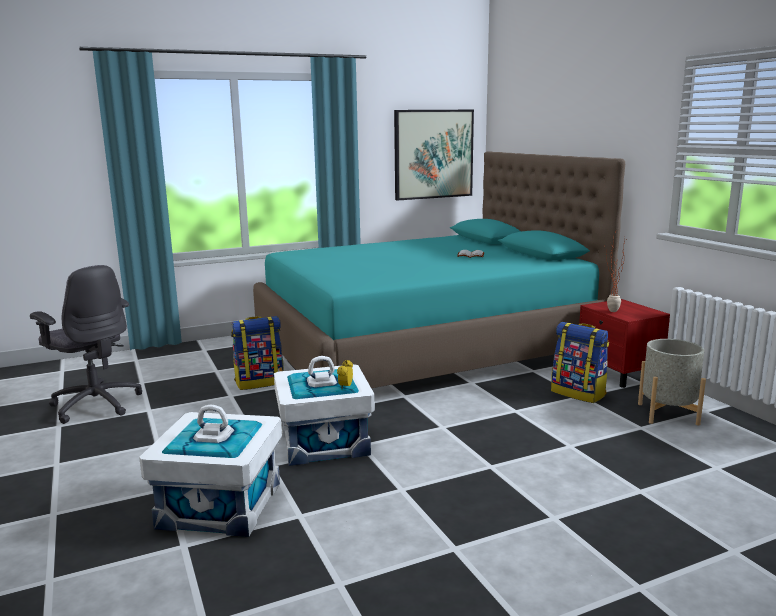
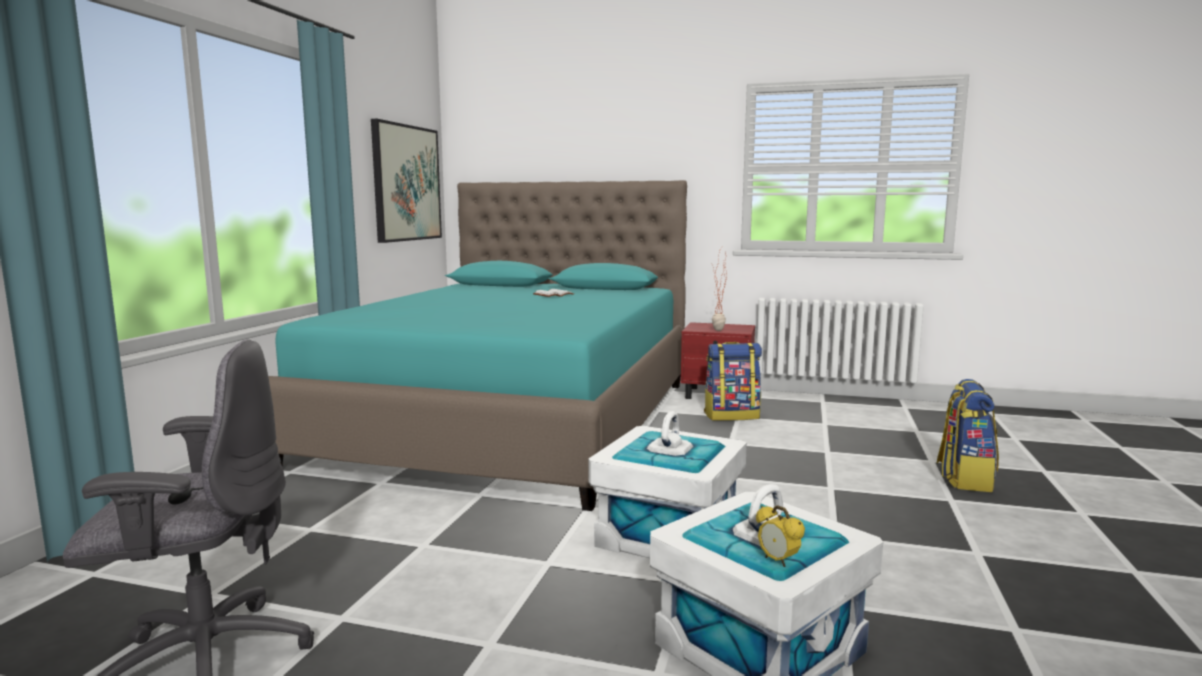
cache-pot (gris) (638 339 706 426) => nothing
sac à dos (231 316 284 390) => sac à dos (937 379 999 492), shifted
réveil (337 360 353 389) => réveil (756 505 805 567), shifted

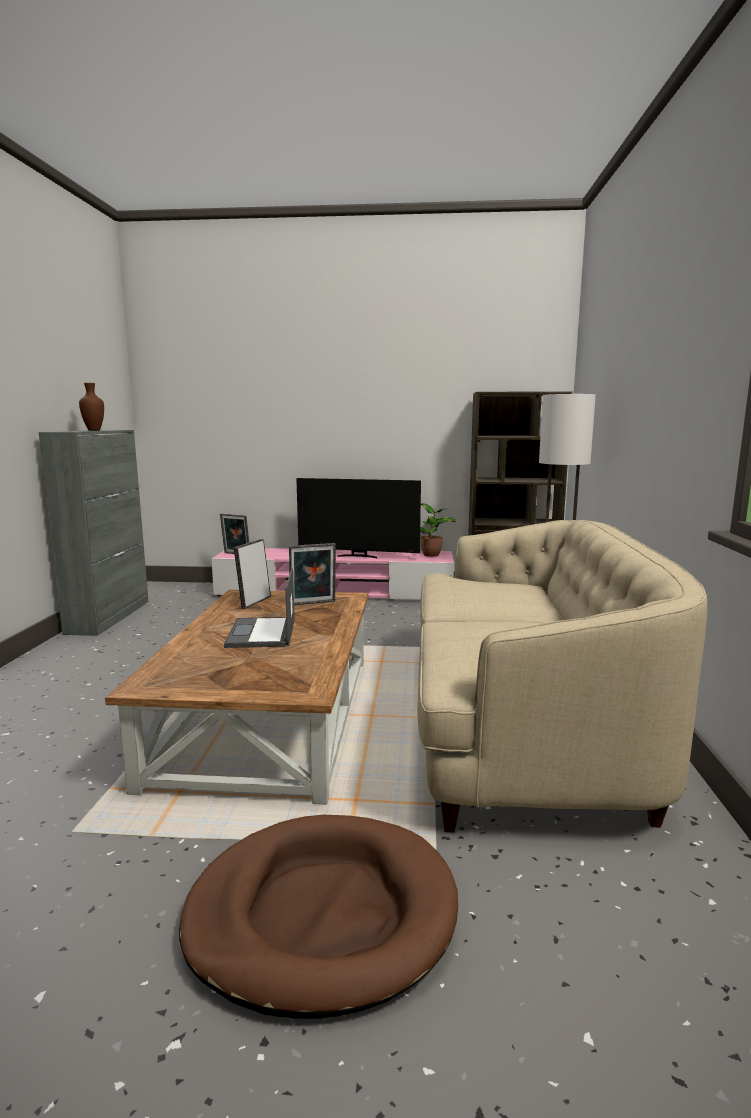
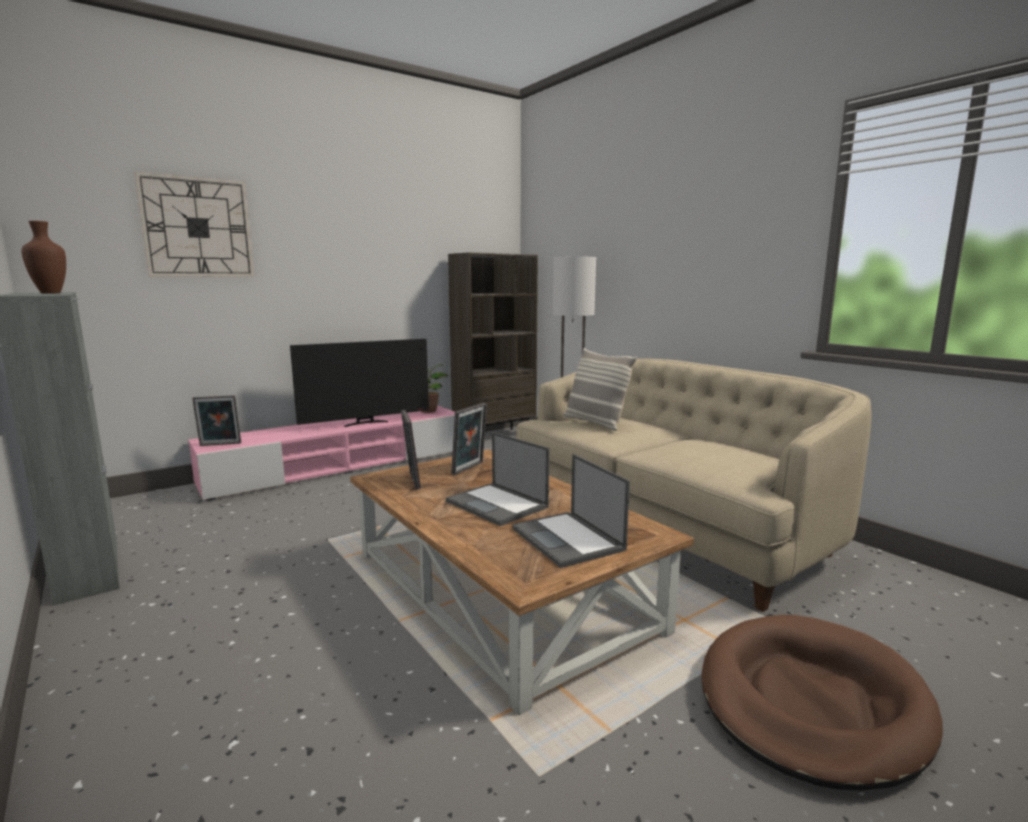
nothing => horloge murale (134 172 255 277)
nothing => ordinateur portable (512 454 630 568)
nothing => coussin (563 348 637 431)

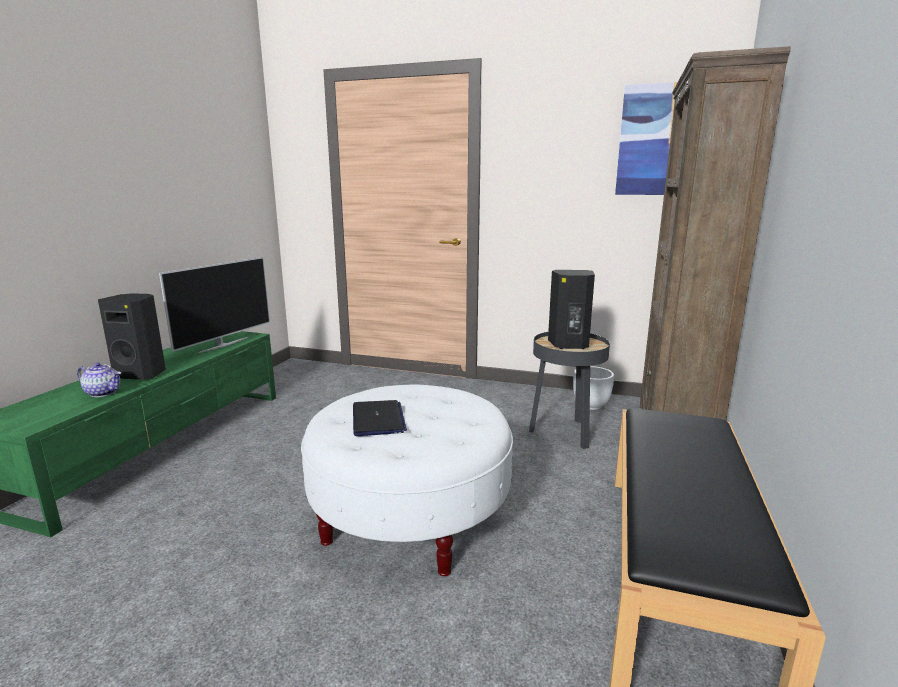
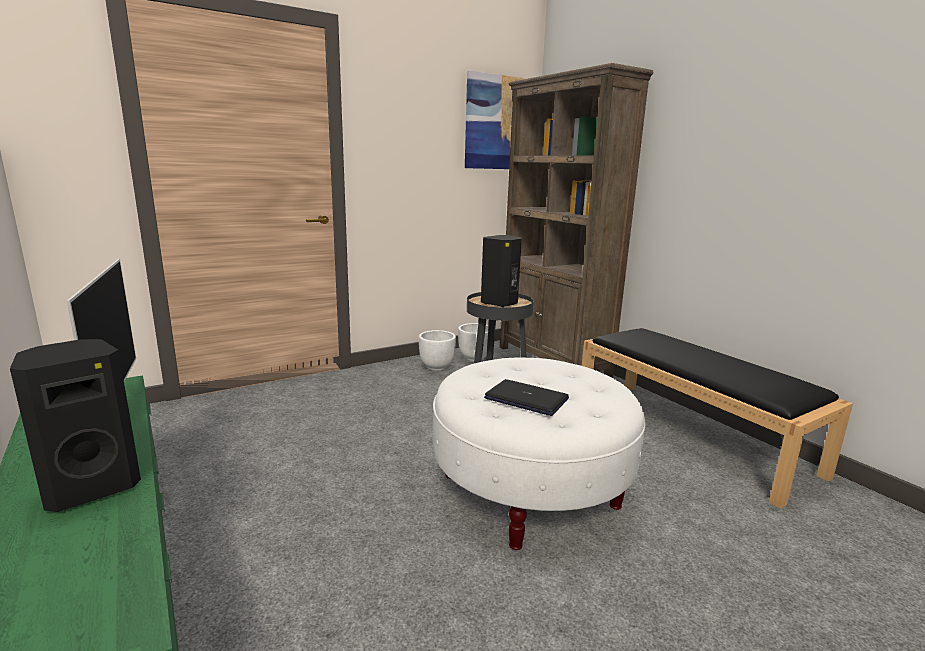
théière (77 362 121 397) => nothing
nothing => cache-pot (blanc) (419 330 456 371)

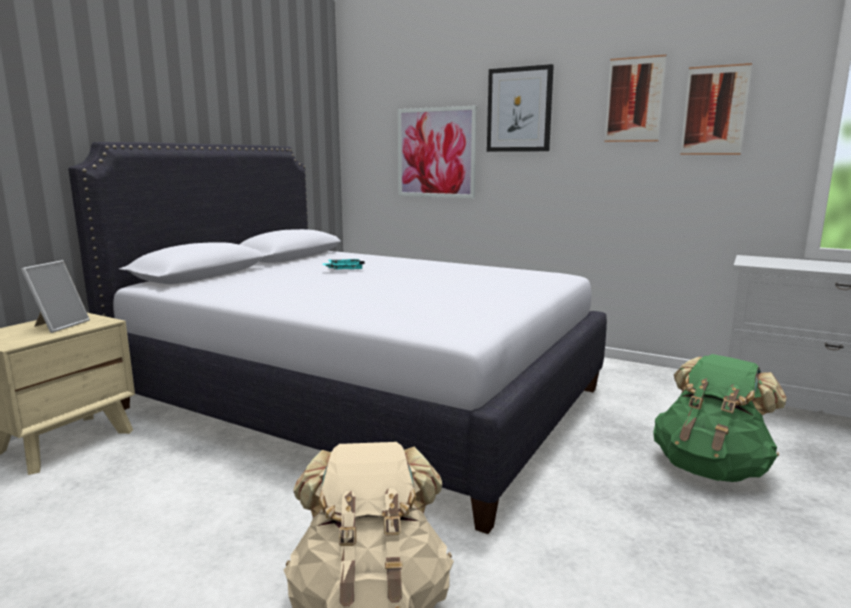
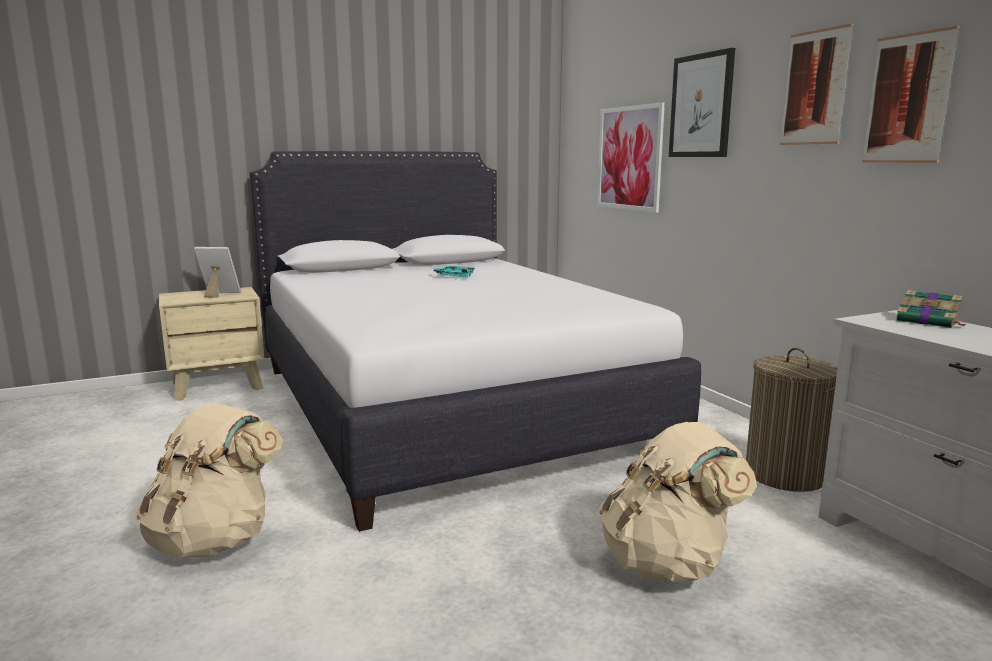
nothing => panier à linge (746 347 838 492)
nothing => livre (896 290 966 328)
sac à dos (vert) (653 354 787 482) => sac à dos (beige) (599 422 757 582)
cadre photo (21 260 90 333) => cadre photo (194 247 241 298), 135 degrees counterclockwise

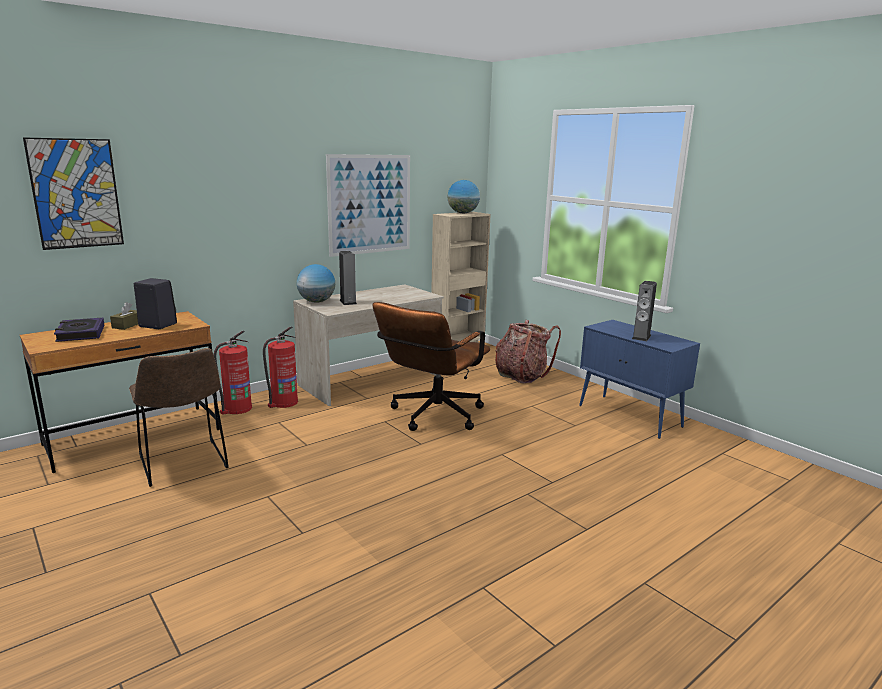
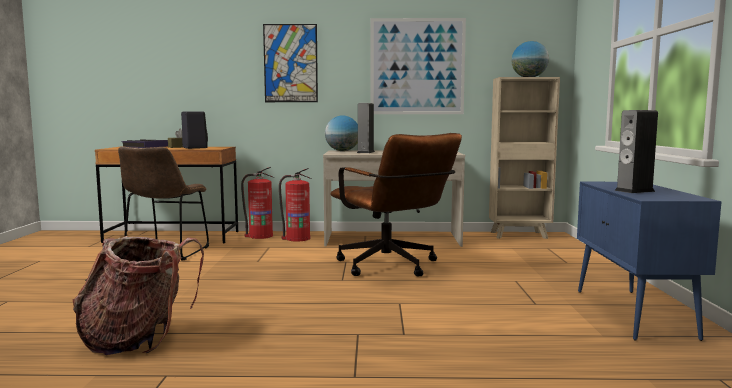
tableau (23 137 124 250) => tableau (263 24 318 102), shifted
sac à dos (495 320 561 383) => sac à dos (73 236 204 355), shifted
chaise de bureau (marron) (372 302 490 431) => chaise de bureau (marron) (330 133 462 277), 105 degrees counterclockwise

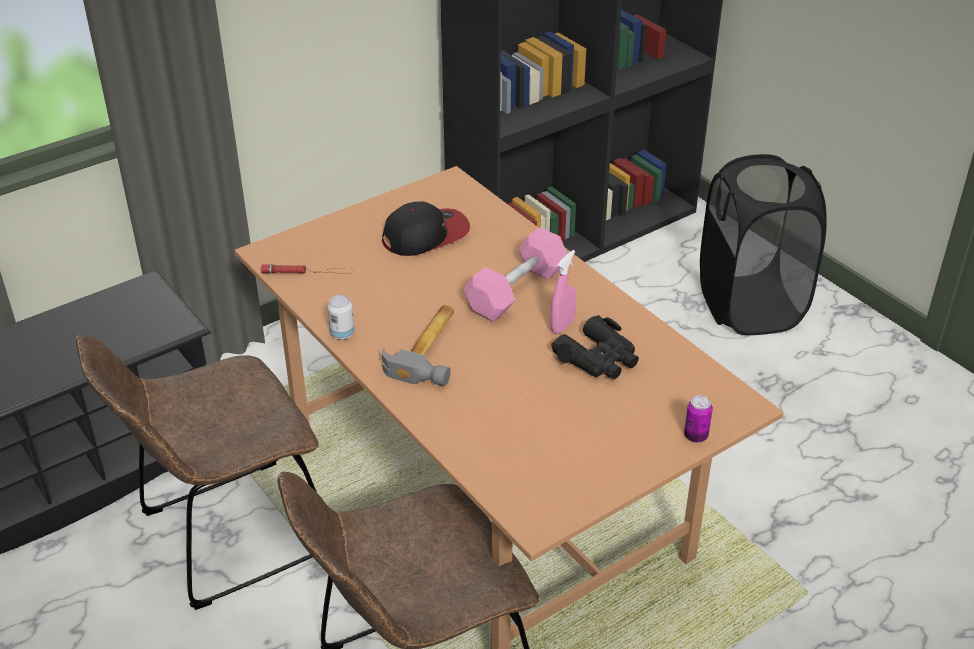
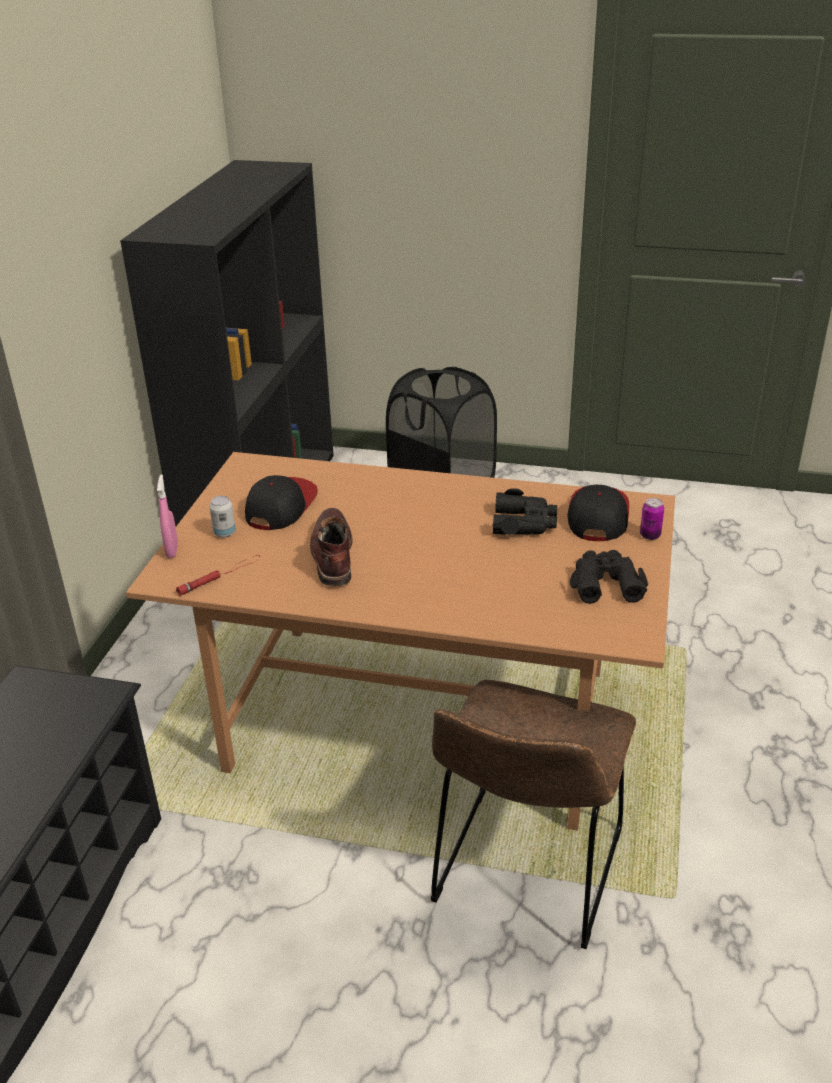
chaise (marron) (76 335 319 610) => nothing
marteau (382 305 454 386) => nothing
haltère (rose) (463 227 567 322) => nothing
nothing => botte (marron) (310 508 352 586)
nothing => casquette (568 485 629 541)
nothing => jumelles (noir) (570 550 648 604)
boîte métallique (328 295 355 340) => boîte métallique (209 496 236 538), shifted
vaporisateur (rose) (550 250 576 334) => vaporisateur (rose) (157 474 178 558), shifted

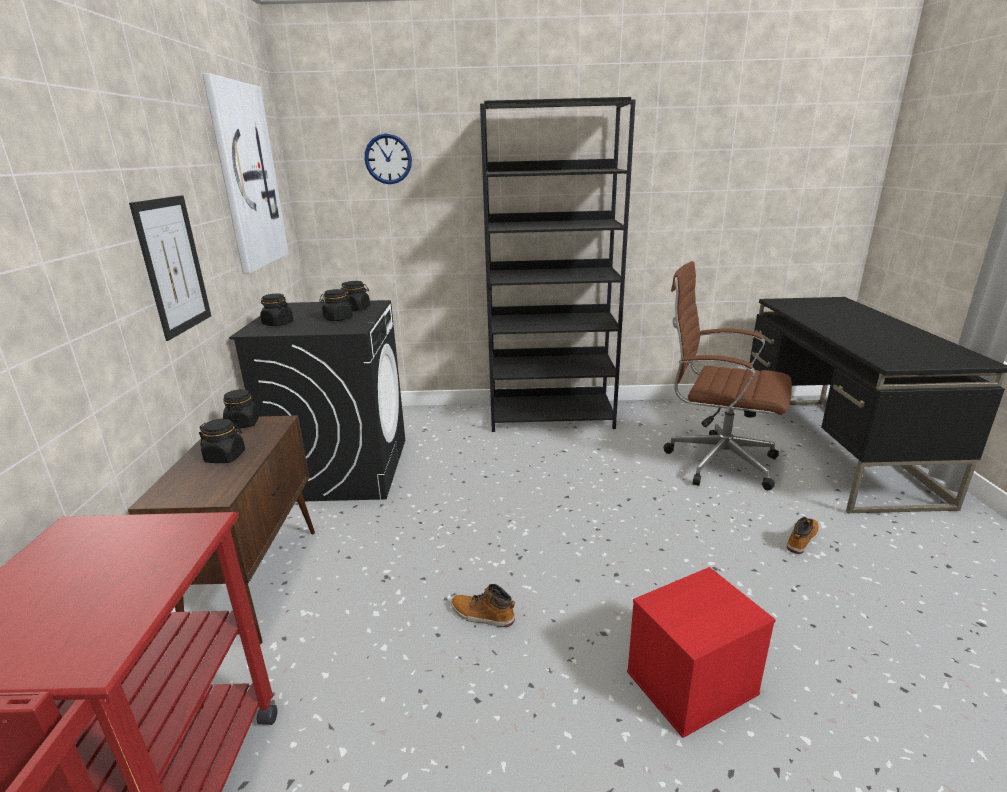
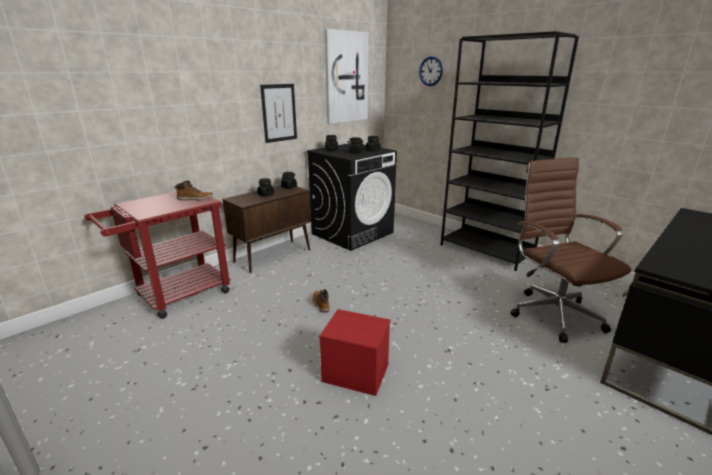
botte (787 517 819 554) => botte (175 181 213 200), shifted

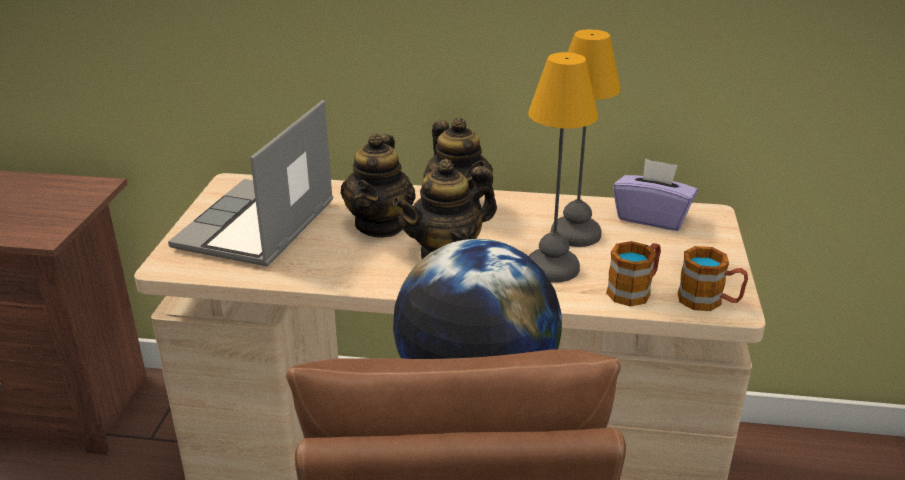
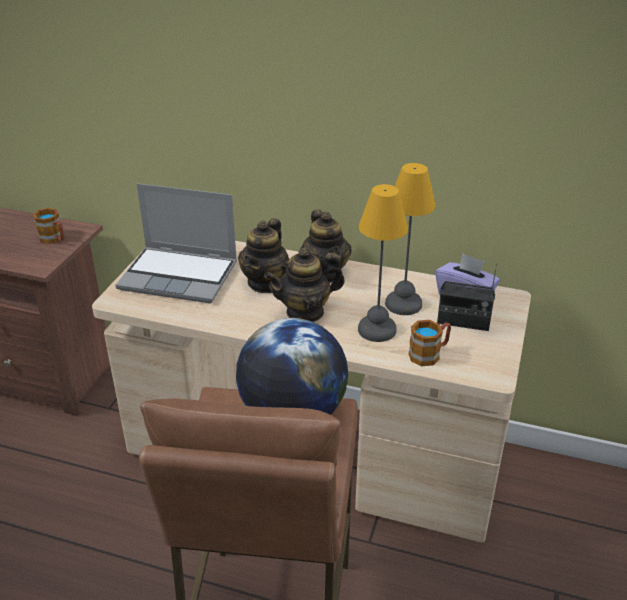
nothing => radio (437 264 497 331)
mug (678 246 748 311) => mug (33 208 64 244), shifted
ordinateur portable (168 100 333 267) => ordinateur portable (116 183 237 303), 105 degrees counterclockwise

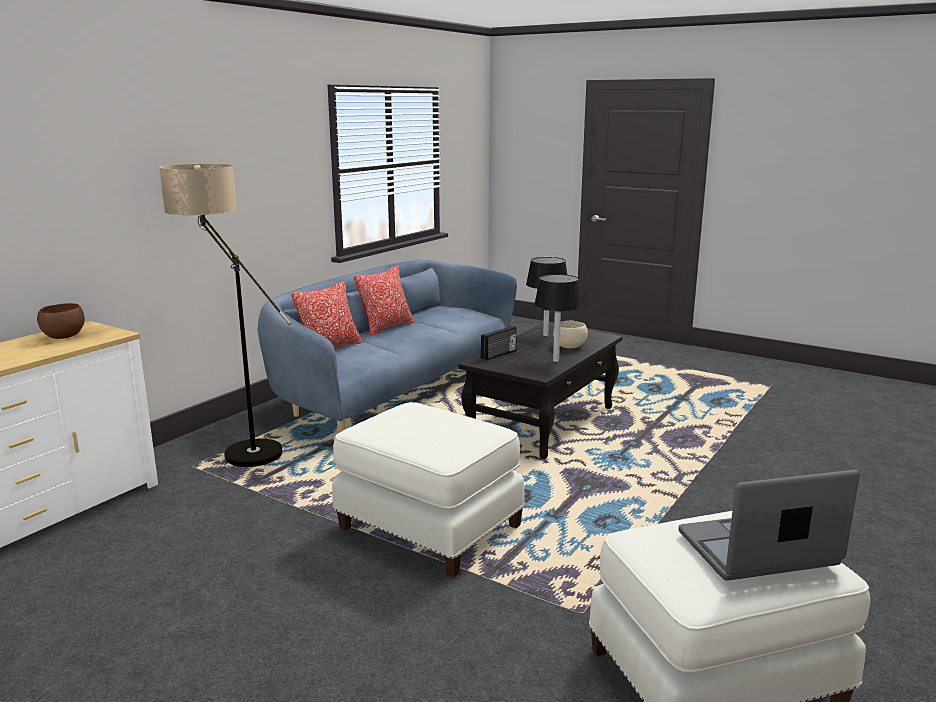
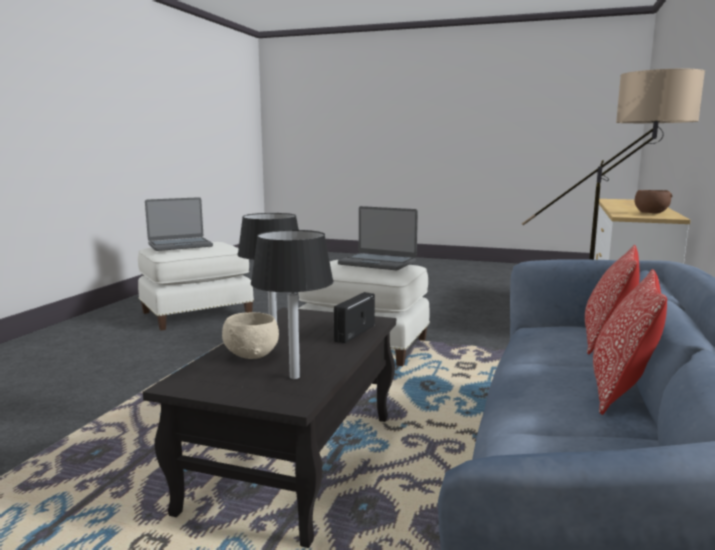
nothing => ordinateur portable (338 206 418 270)

